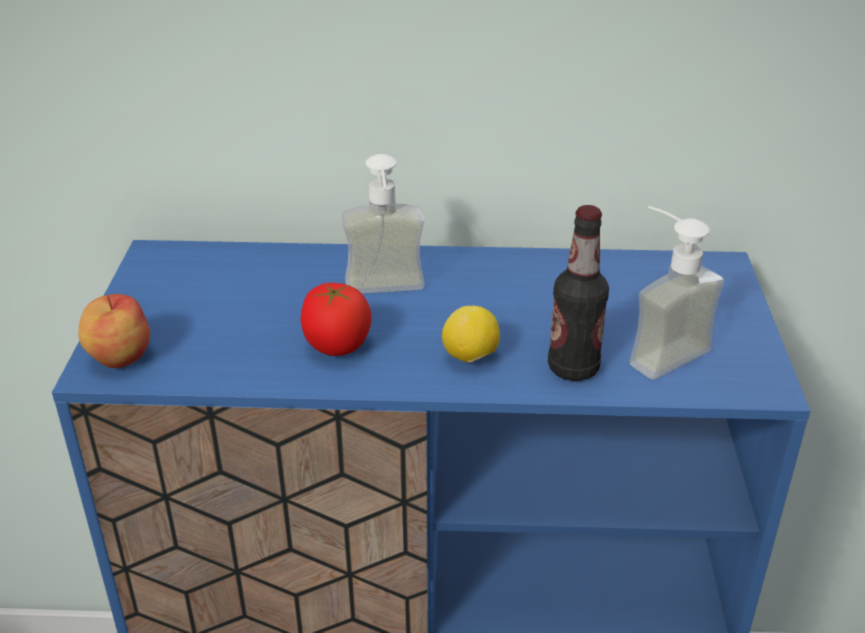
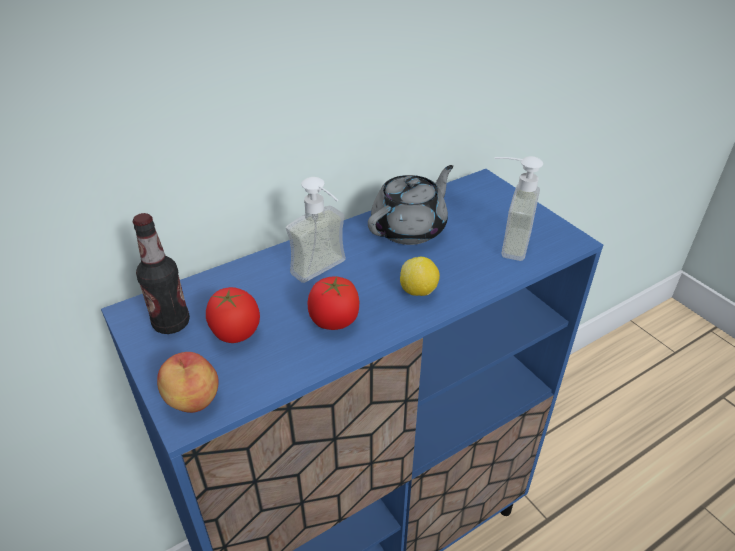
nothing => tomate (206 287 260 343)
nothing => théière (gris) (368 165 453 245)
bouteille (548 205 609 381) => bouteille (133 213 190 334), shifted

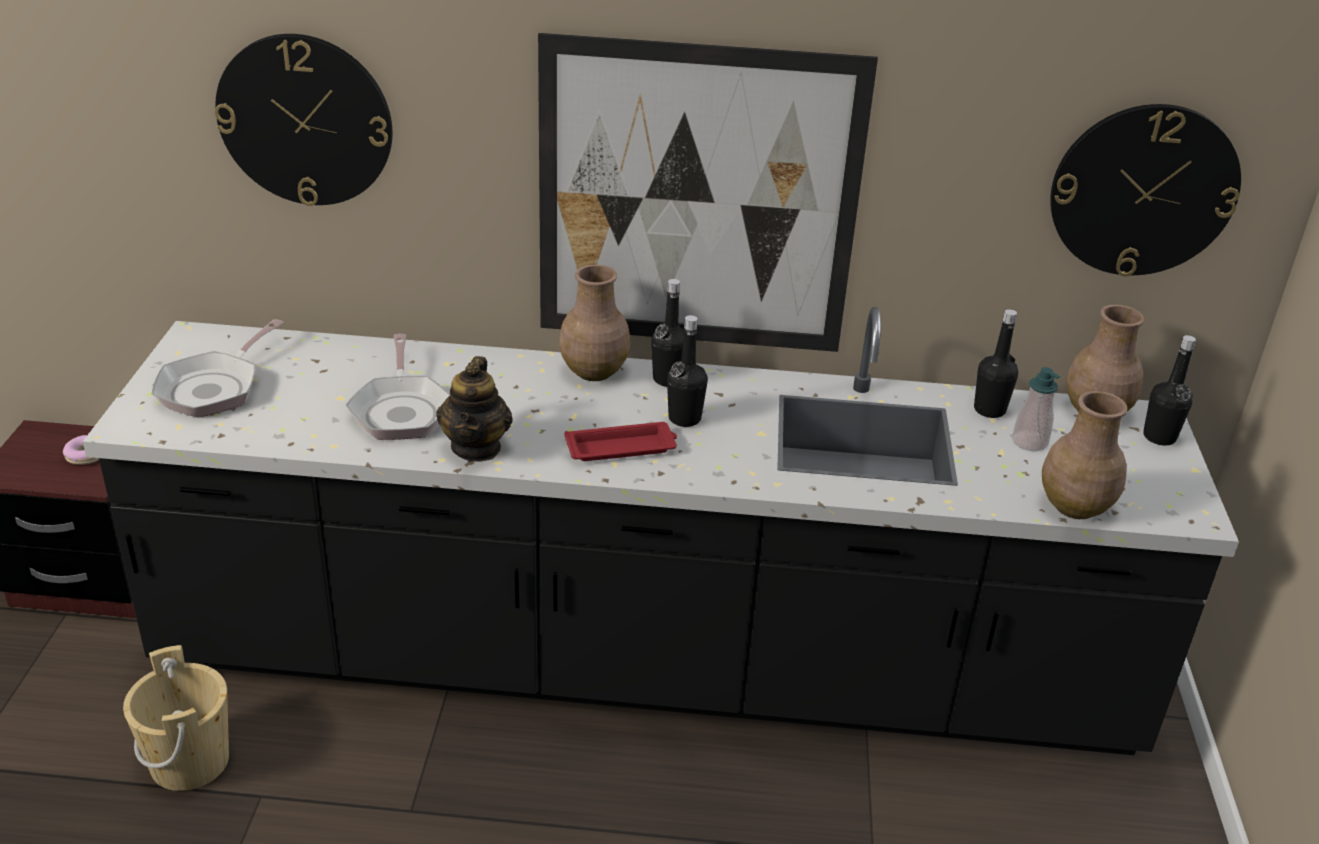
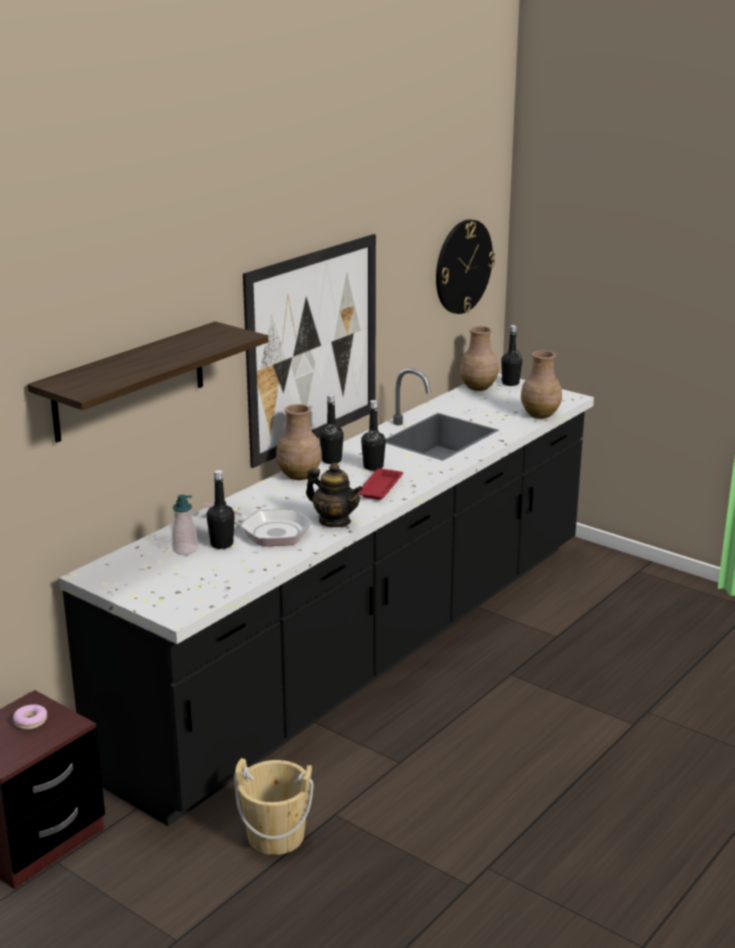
poêle (152 319 284 418) => nothing
bouteille (noir) (974 309 1018 418) => bouteille (noir) (206 470 235 549), shifted
distributeur de savon (1012 367 1060 451) => distributeur de savon (172 495 198 555), shifted
horloge murale (215 34 393 206) => étagère (27 322 268 442)

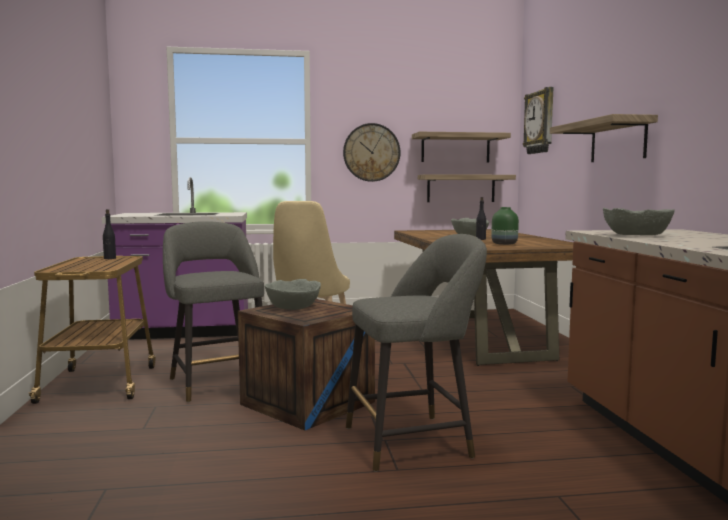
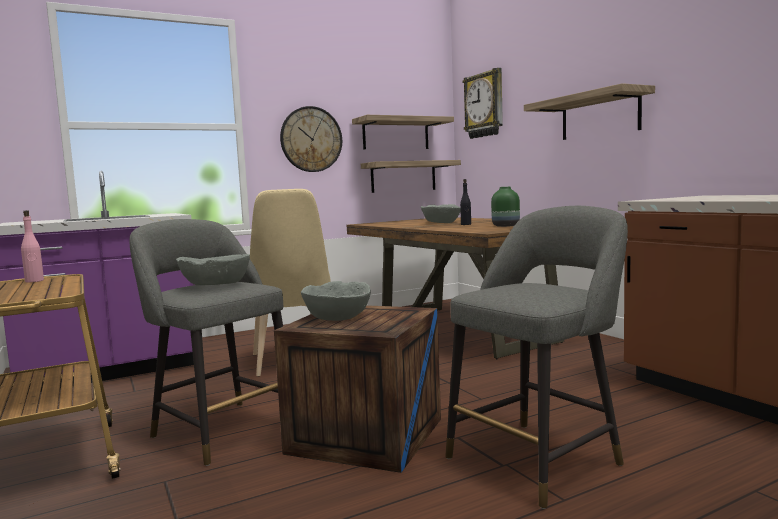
bol (gris) (603 208 675 235) => bol (gris) (176 254 250 285), shifted
bouteille (noir) (103 209 116 259) => bouteille (rose) (21 210 44 283)

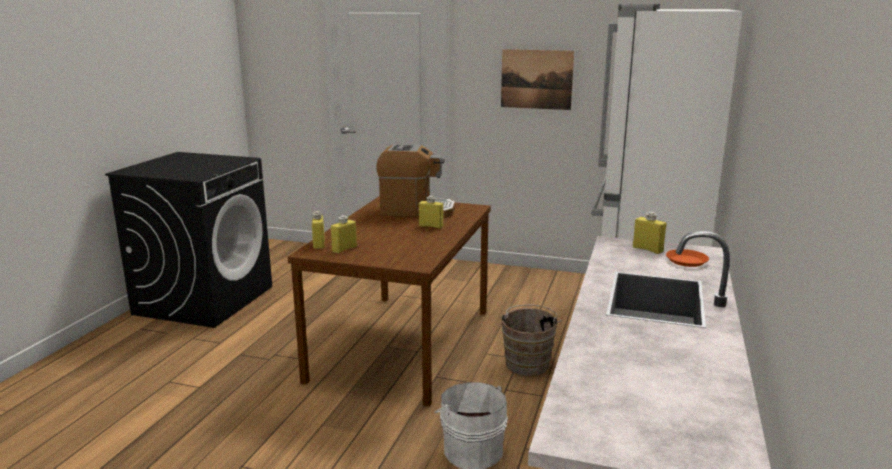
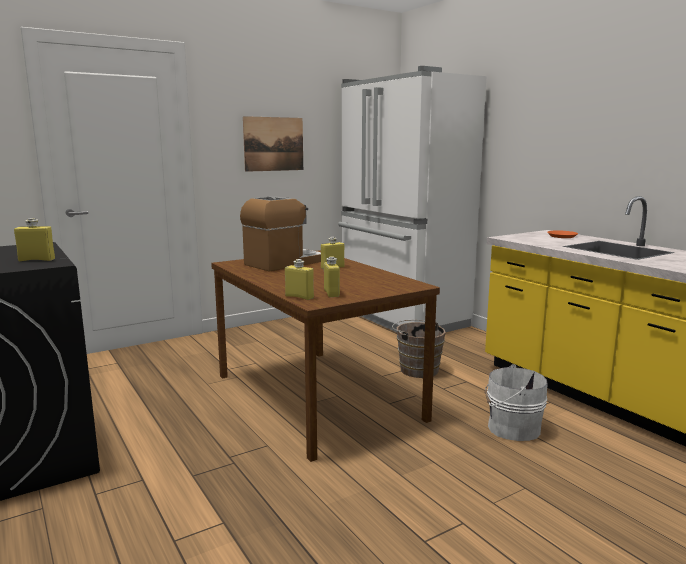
bouteille (jaune) (633 212 666 254) => bouteille (jaune) (14 218 55 261), shifted

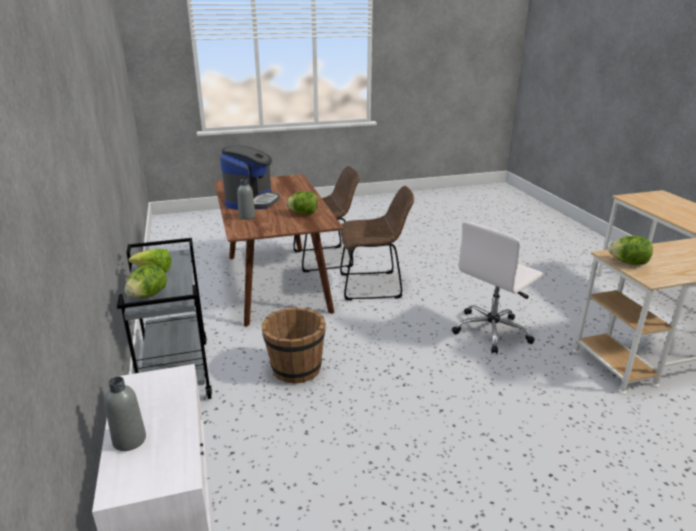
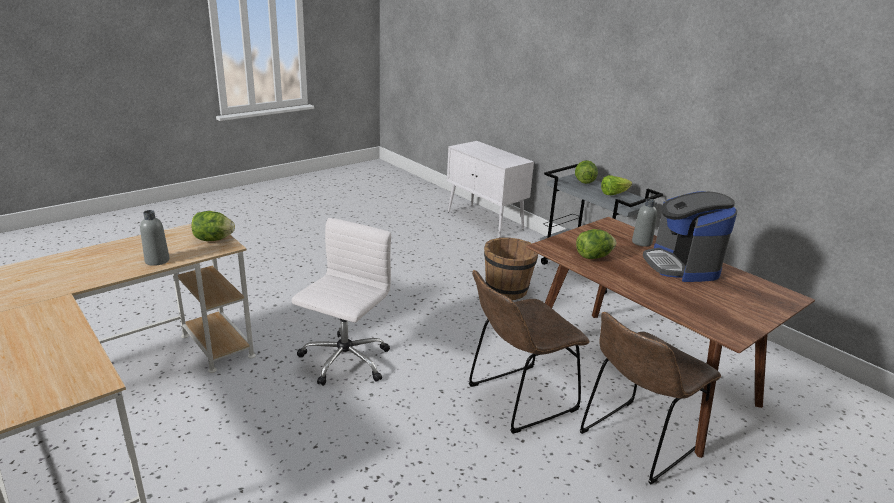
bouteille (gris) (104 376 146 451) => bouteille (gris) (140 210 169 266), shifted

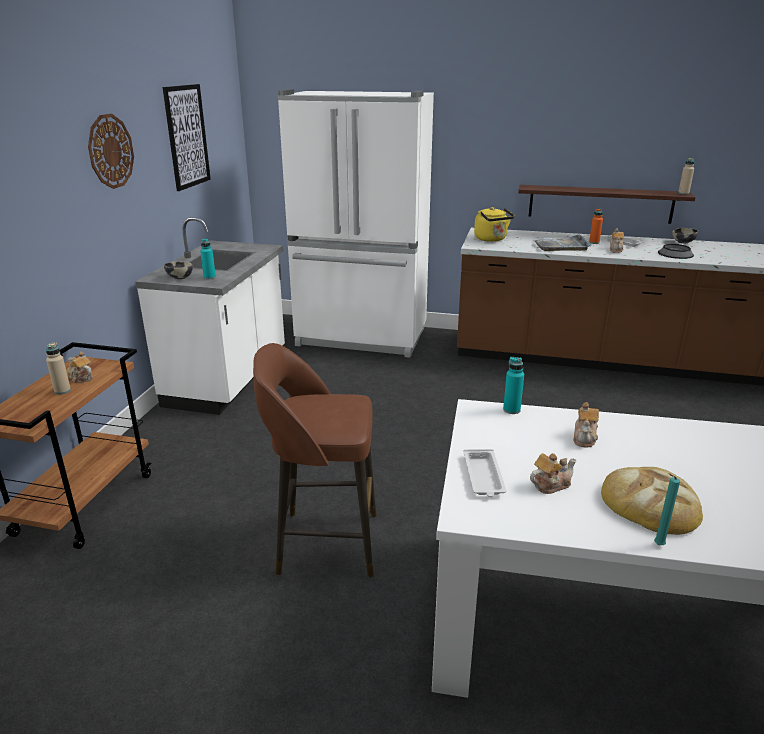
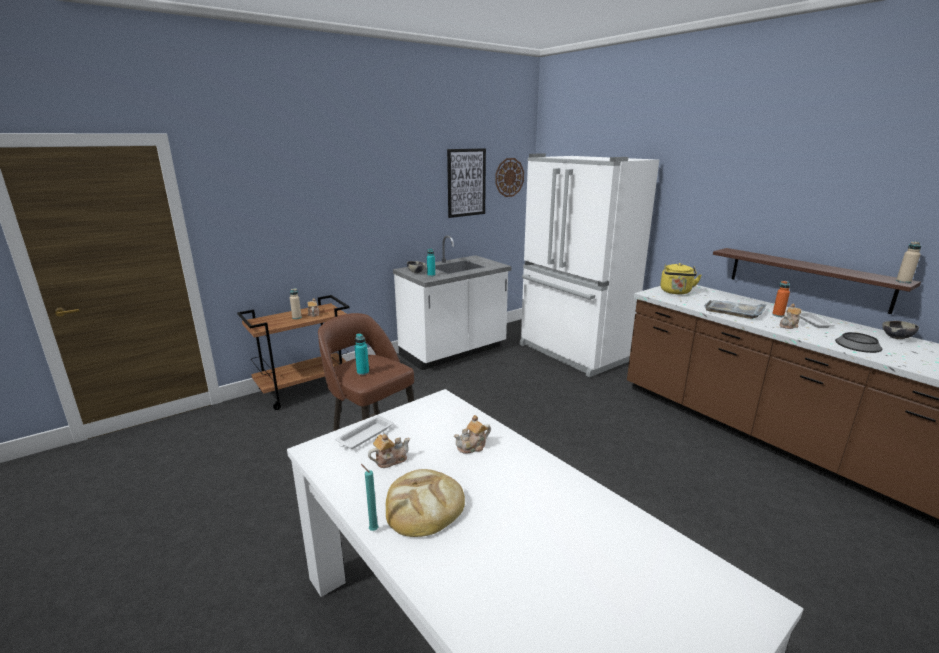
horloge murale (88 114 134 189) => horloge murale (495 158 524 197), shifted
bouteille (turquoise) (503 357 524 414) => bouteille (turquoise) (355 333 369 375), shifted
théière (530 453 576 494) => théière (368 434 410 468), 45 degrees counterclockwise

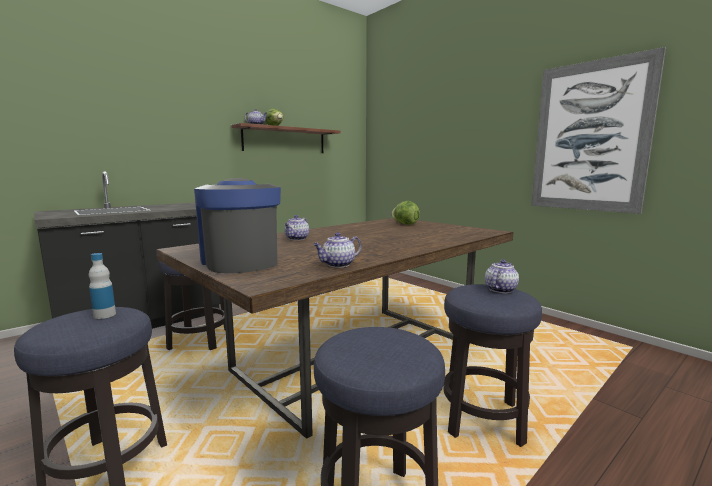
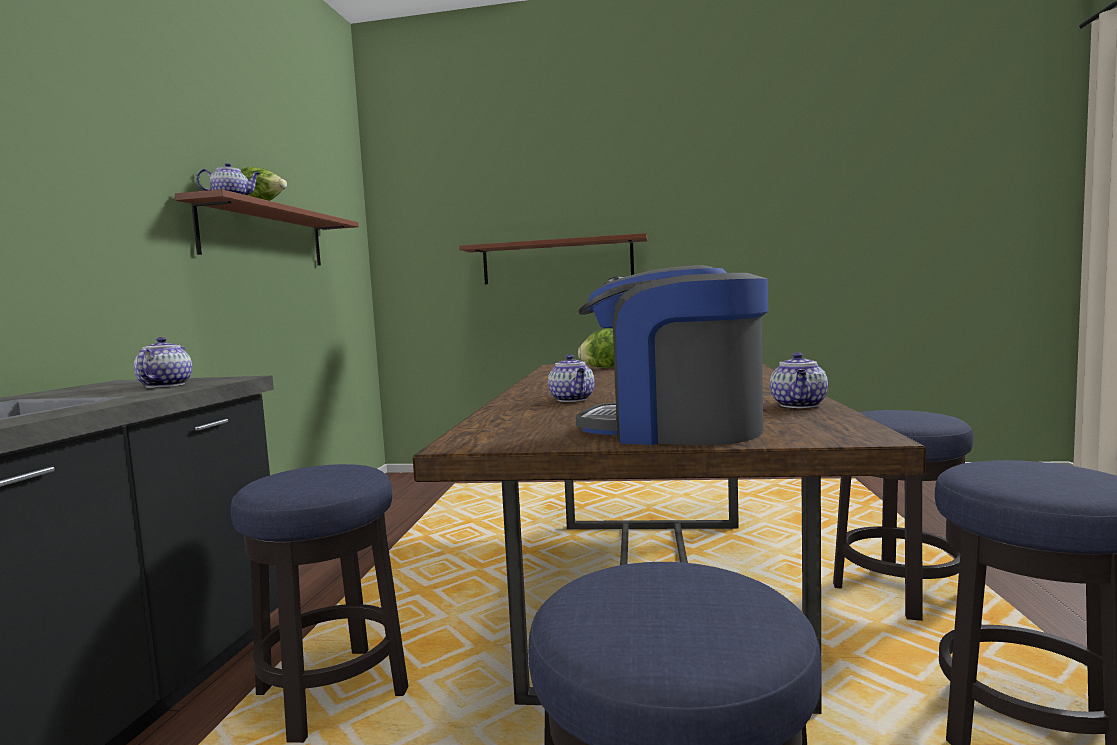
bouteille (89 253 116 319) => nothing
tableau (531 47 666 214) => nothing
nothing => étagère (marron) (459 233 648 284)
théière (485 260 519 293) => théière (134 337 192 388), shifted

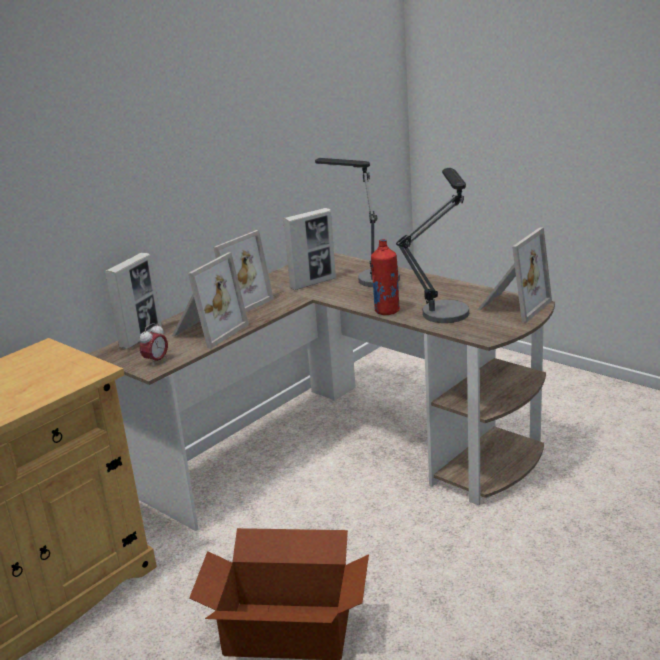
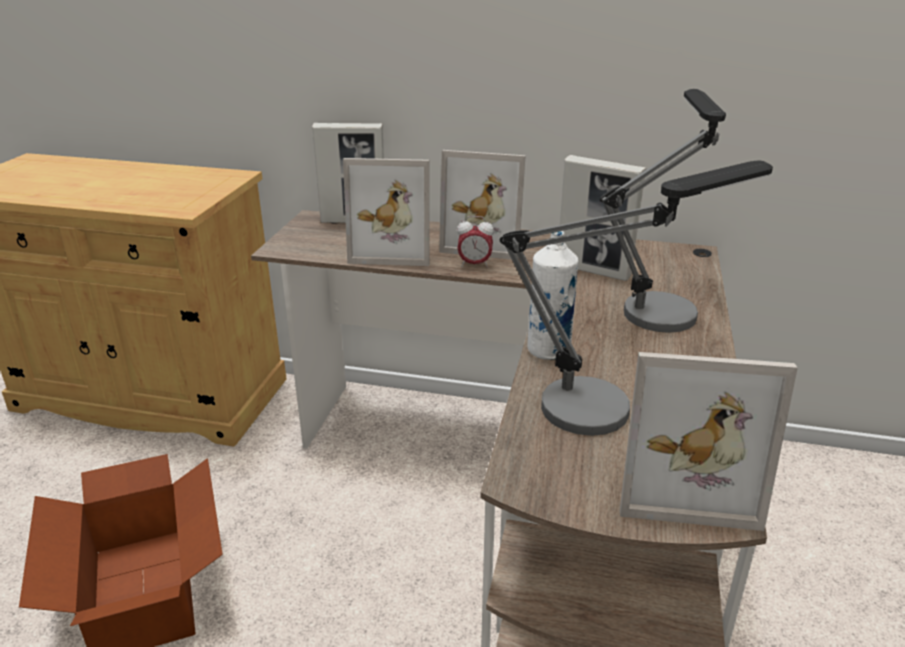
réveil (140 323 168 365) => réveil (457 216 494 268), shifted
bouteille (rouge) (371 239 400 315) => bouteille (blanc) (527 231 579 360)

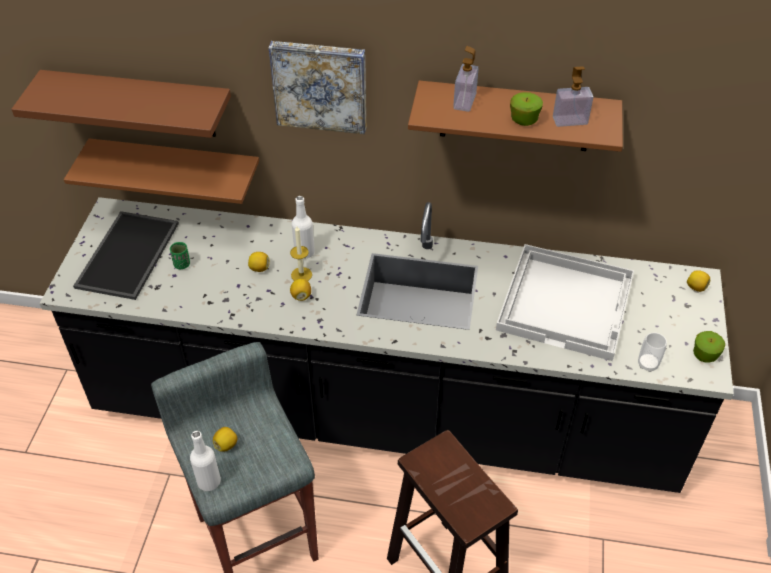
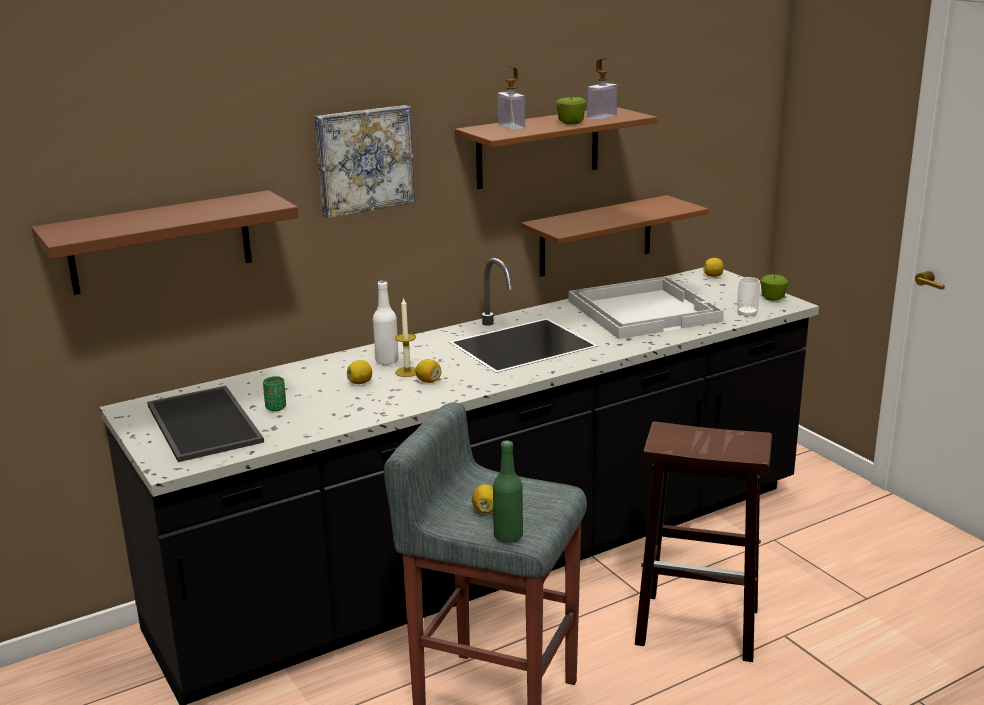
étagère (marron) (64 138 259 204) => étagère (marron) (521 195 709 277), shifted
bouteille (blanc) (190 431 221 491) => bouteille (vert) (493 440 523 543)

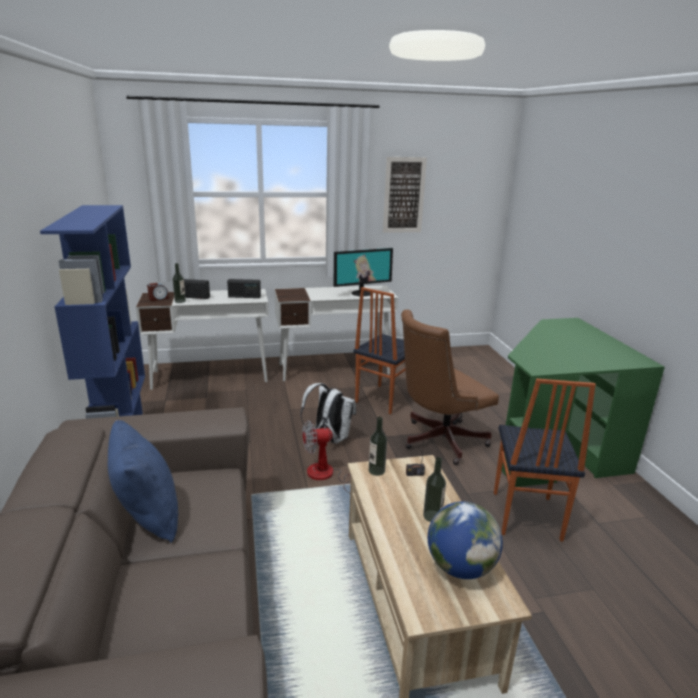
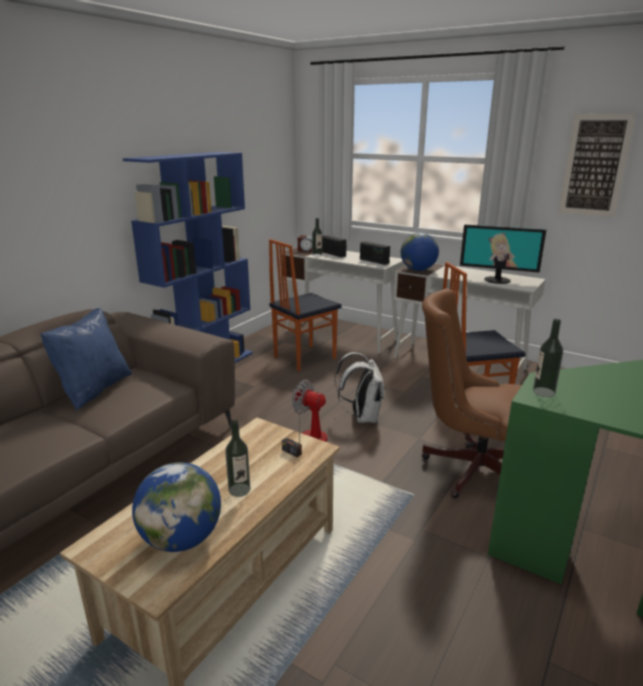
nothing => globe (401 232 439 271)
bouteille (369 417 387 476) => bouteille (533 319 563 397), shifted
chaise (494 379 596 541) => chaise (269 239 342 371), shifted

